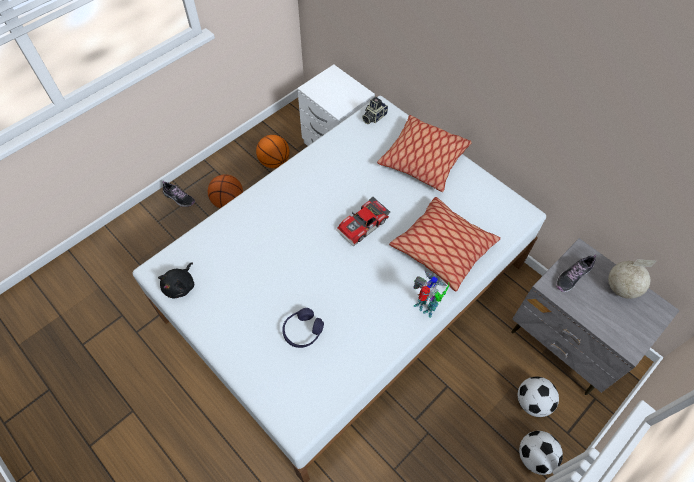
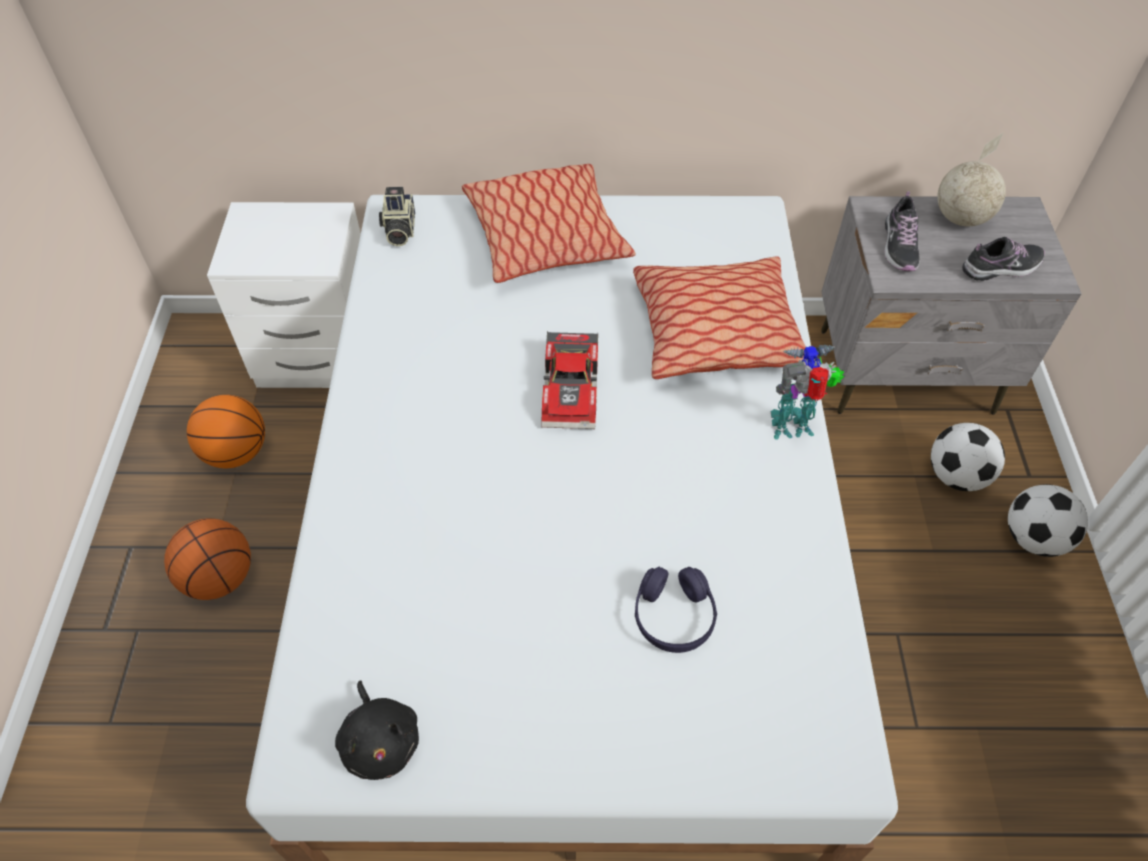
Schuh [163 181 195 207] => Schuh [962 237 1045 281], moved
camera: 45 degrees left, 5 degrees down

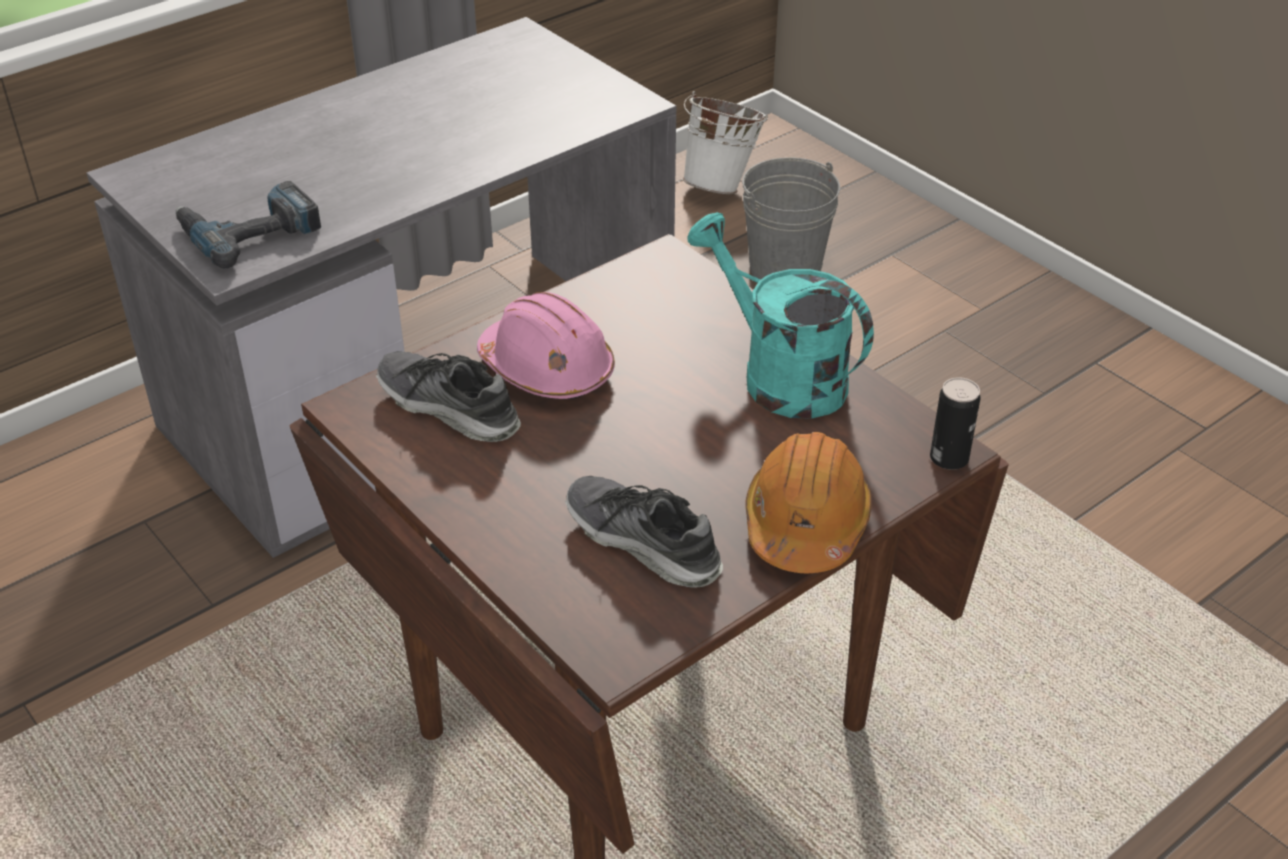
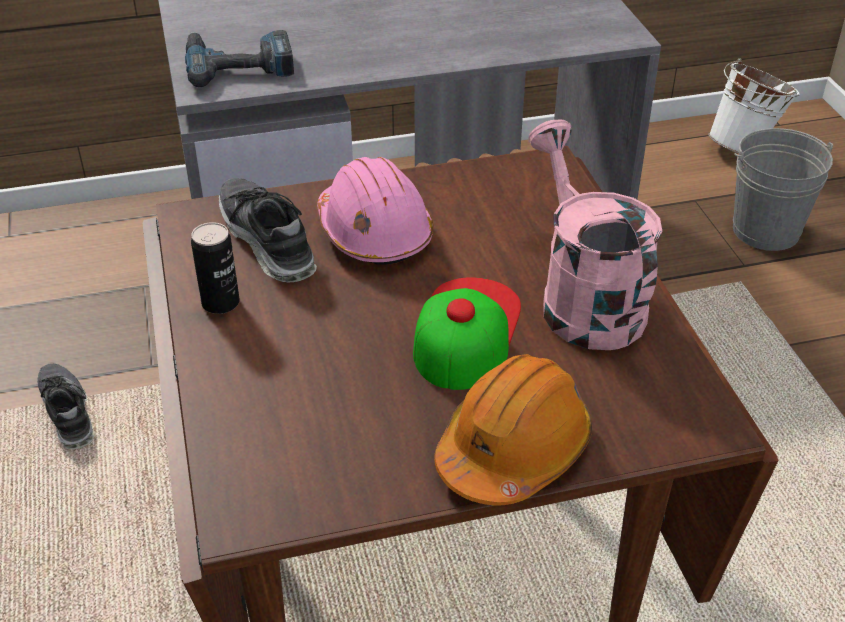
Gießkanne/türkis [687 212 874 419] => Gießkanne/rosa [528 119 663 350]
Dose [930 377 980 470] => Dose [191 222 240 314], moved
Schuh [565 476 723 588] => Schuh [37 363 94 449], moved
nothing => Kappe [413 277 521 390]
camera: 25 degrees right, 0 degrees up

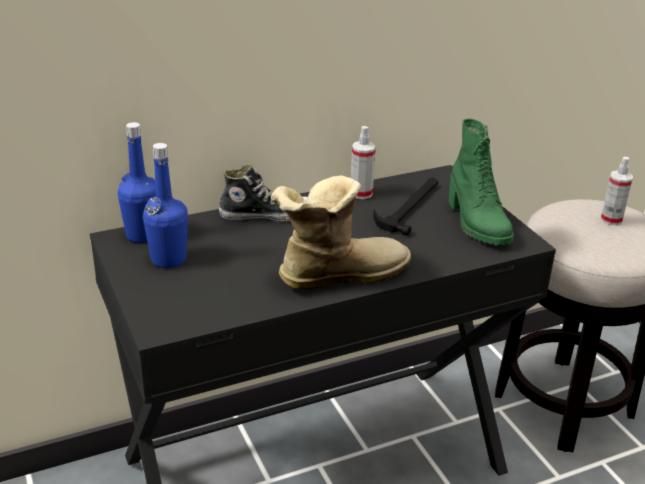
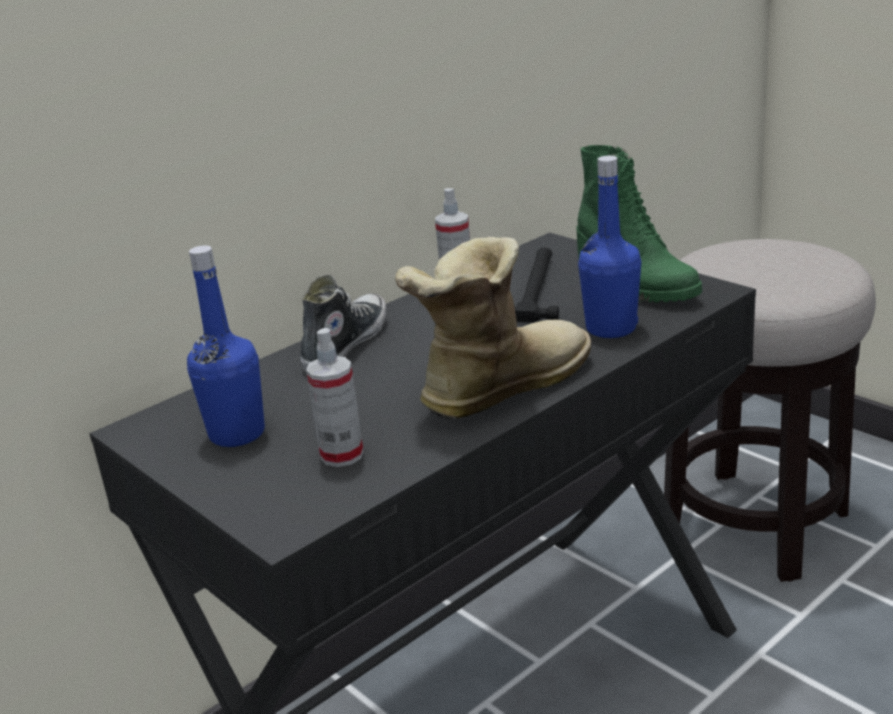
Flasche/blau [118 122 156 243] => Flasche/blau [578 156 641 338], moved
Sprühflasche [601 157 633 226] => Sprühflasche [306 328 364 467], moved
Schuh [219 164 308 222] => Schuh [300 275 386 371], 45 degrees counterclockwise
camera: 15 degrees left, 5 degrees down

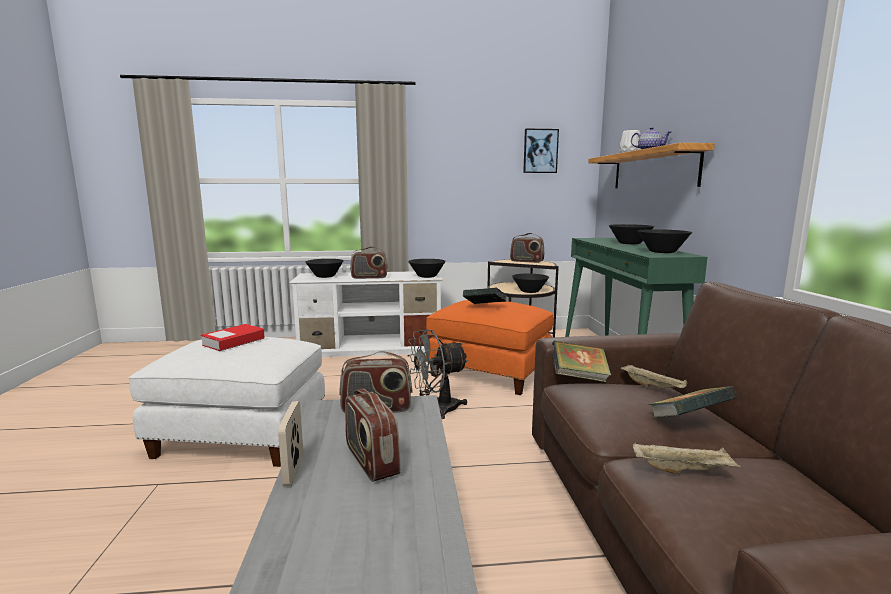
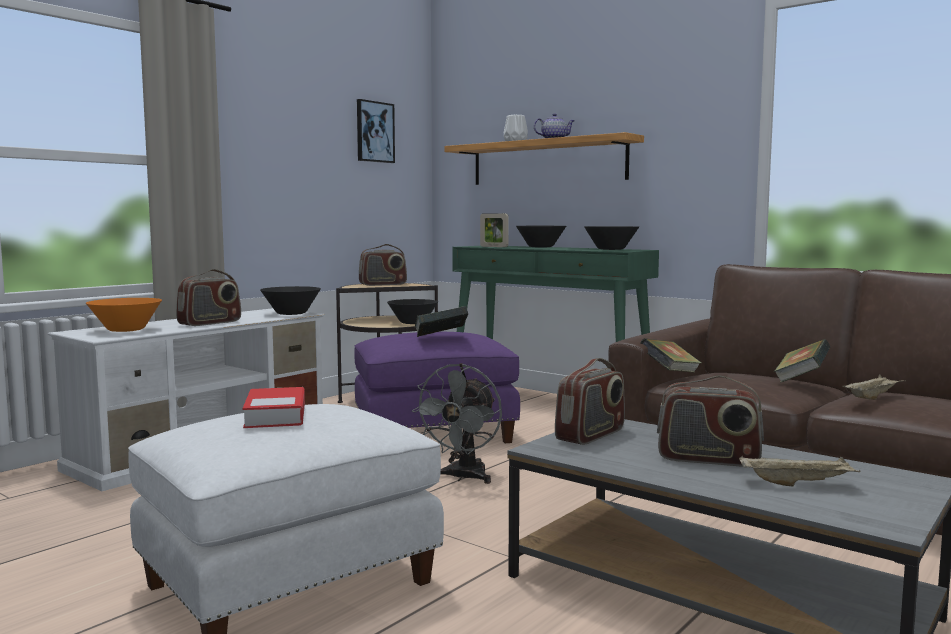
Schüssel/schwarz [305 259 344 278] => Schüssel/orange [86 298 162 332]
Polsterhocker/orange [425 300 553 395] => Polsterhocker/lila [354 332 520 443]
Tablett/beige [621 365 687 388] => Tablett/beige [739 456 860 486], moved
Bilderrahmen [278 401 303 486] => Bilderrahmen [480 213 509 247], moved
camera: 45 degrees left, 5 degrees down

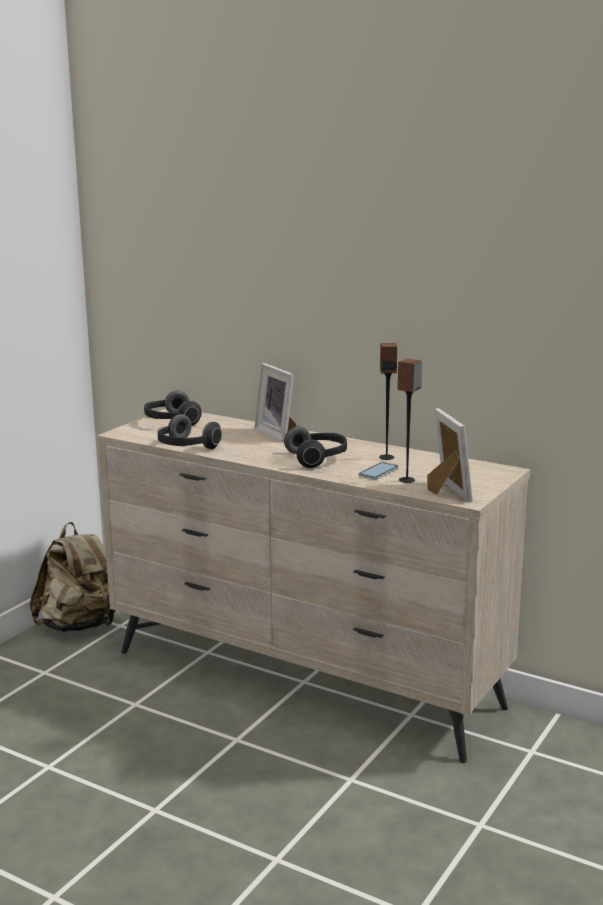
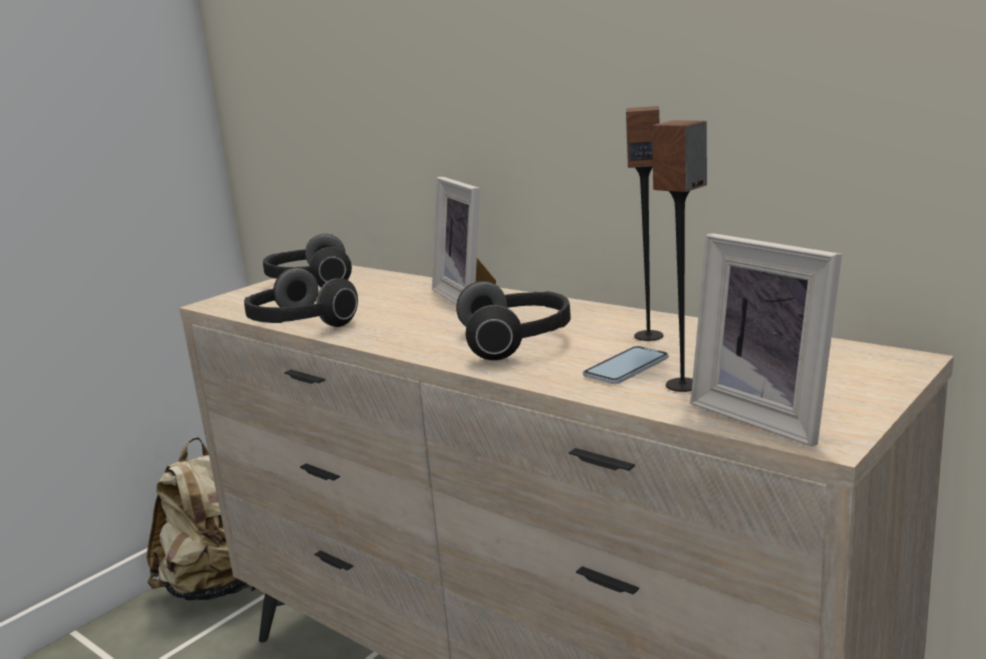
Bilderrahmen [427 408 473 502] => Bilderrahmen [690 233 842 446], 150 degrees clockwise
camera: 10 degrees right, 0 degrees up

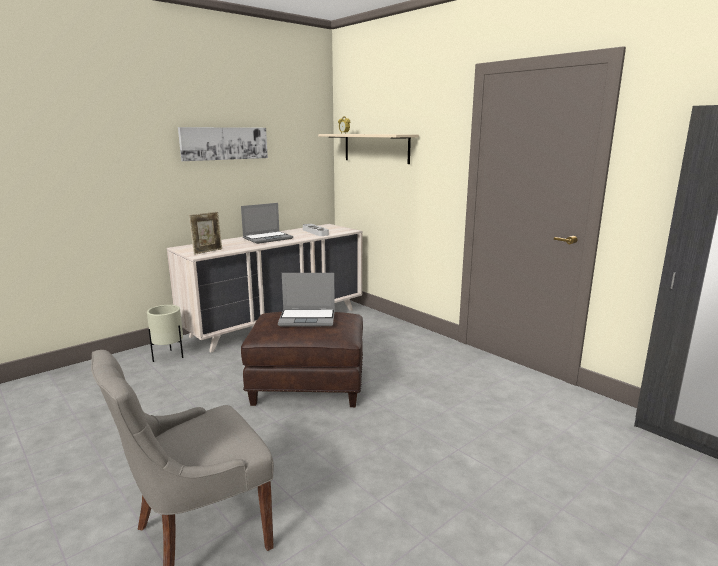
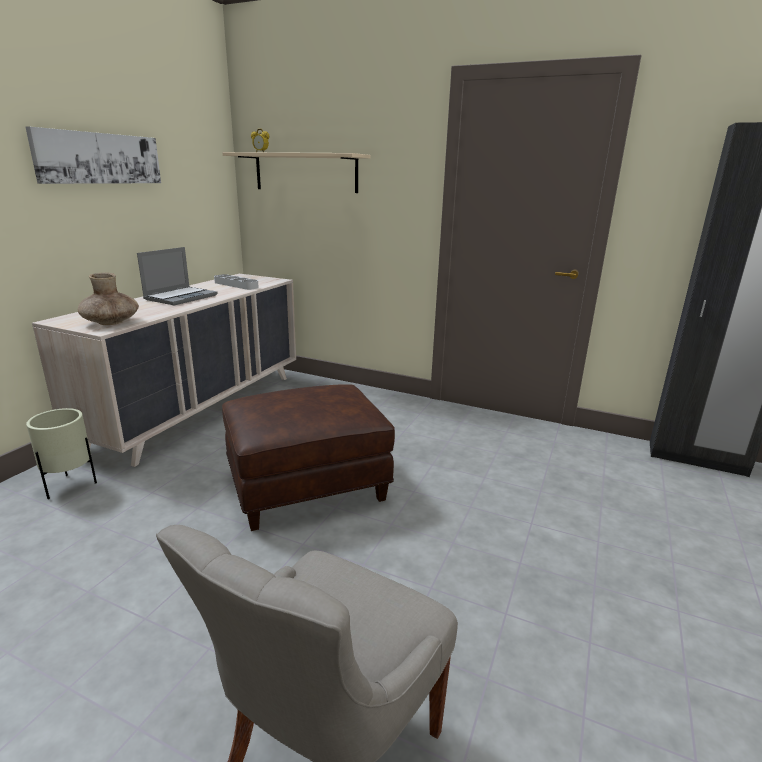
Bilderrahmen [189 212 222 255] => Vase/braun [78 273 139 325]
Laptop [278 273 335 326] => nothing
camera: 25 degrees left, 5 degrees up

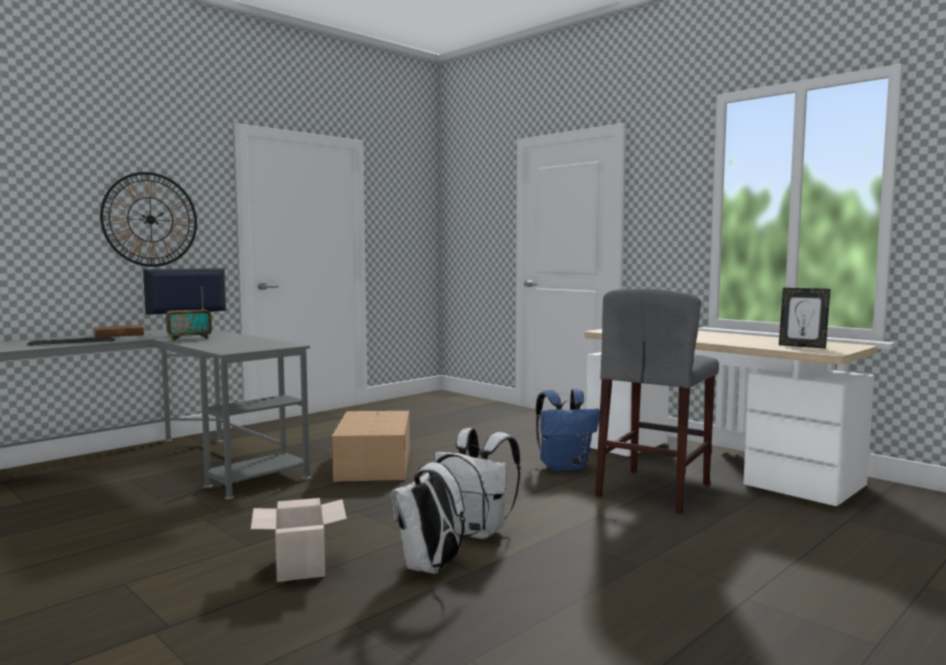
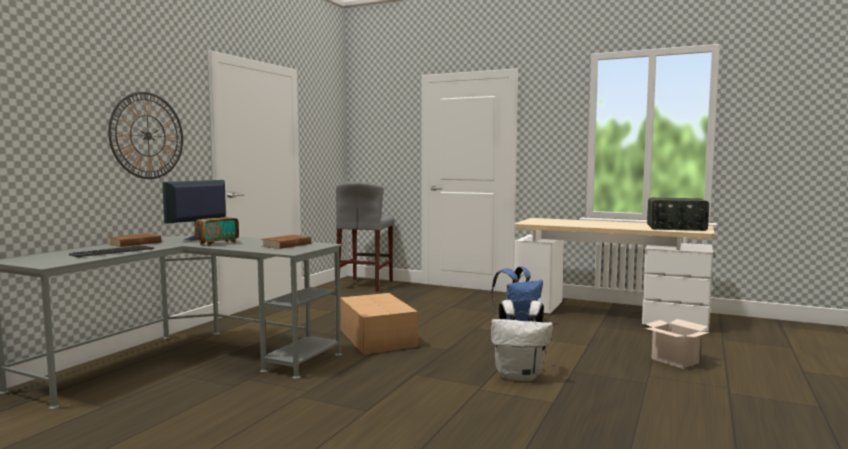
Bilderrahmen [779 288 830 349] => Radio [647 198 709 231]
Hocker/grau [595 289 719 514] => Hocker/grau [336 182 395 292], moved
Rucksack/weiß [391 453 489 574] => nothing
Karton [251 498 347 582] => Karton [645 319 710 369], moved
nothing => Buch/braun [262 235 312 249]
camera: 20 degrees left, 0 degrees up

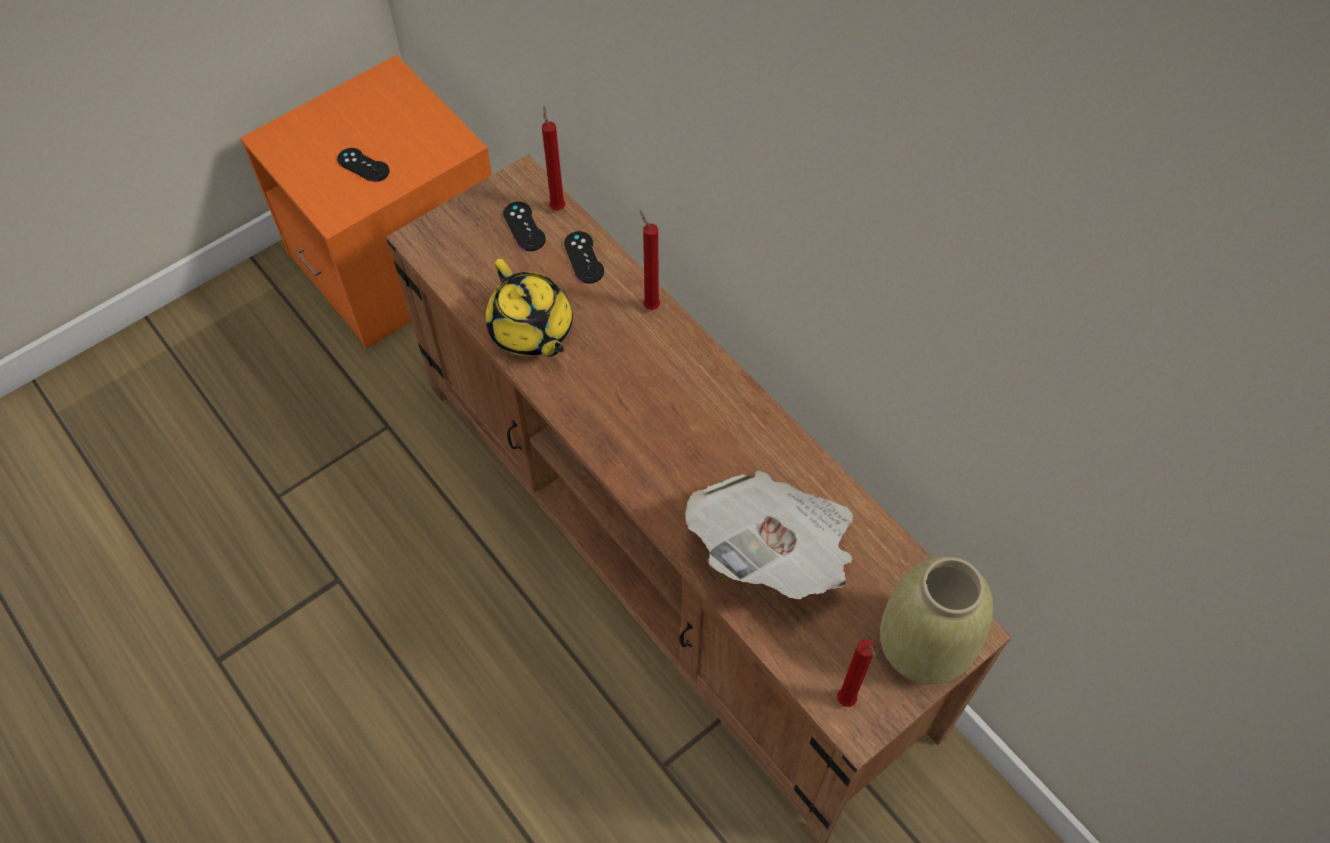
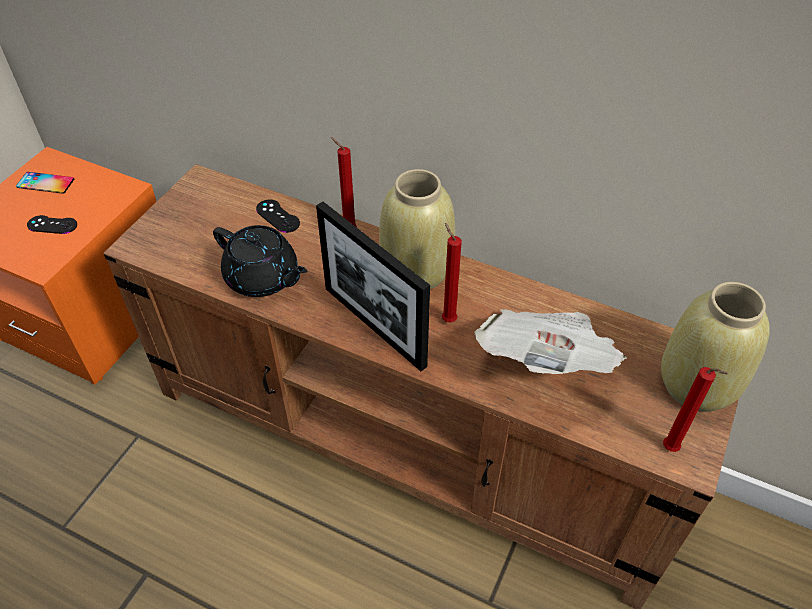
Kerze/rot [542 106 565 210] => Kerze/rot [442 223 462 322], moved
Gamepad/schwarz [503 202 546 251] => nothing
Teekanne/gelb [485 259 573 356] => Teekanne/schwarz [213 225 308 297]
nothing => Vase/beige [379 169 455 289]
nothing => Handy [16 172 74 194]
nothing => Bilderrahmen [316 202 430 371]
camera: 25 degrees left, 10 degrees down

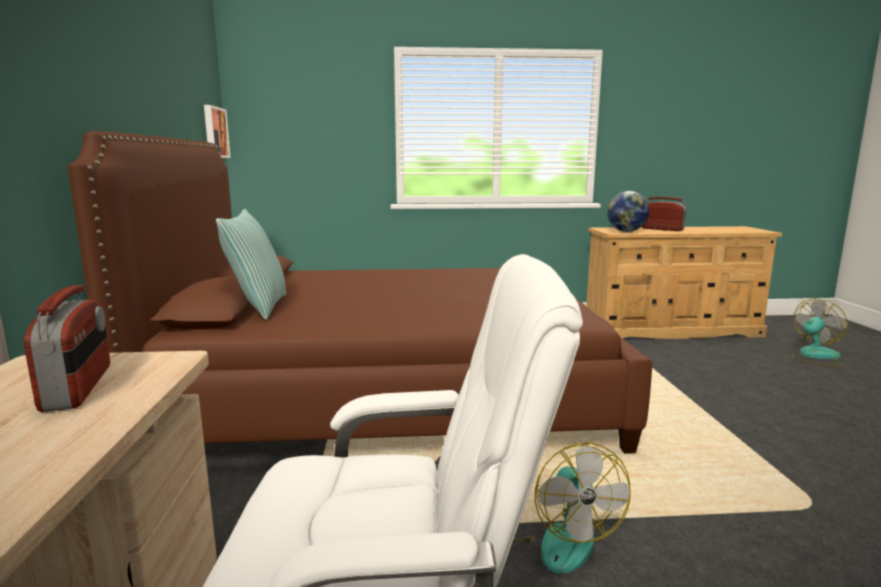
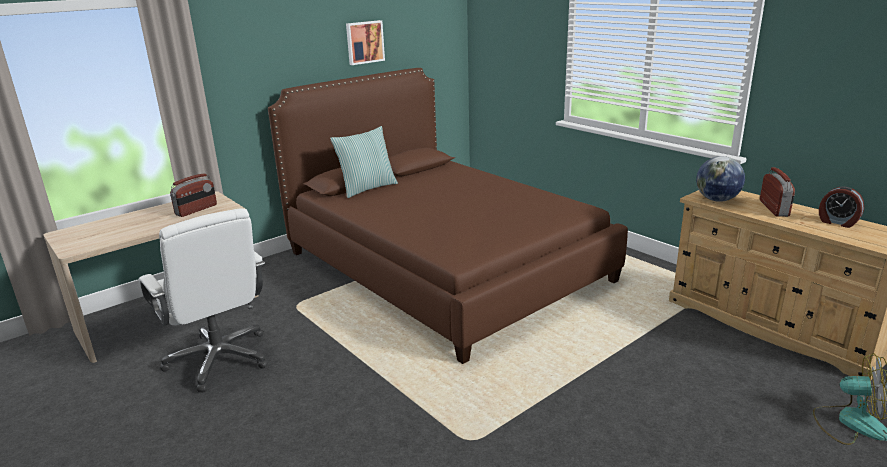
Bild [204 105 231 158] => Bild [346 20 385 65], moved
Ventilator [514 443 631 573] => nothing
nothing => Wecker [819 186 864 228]
camera: 55 degrees right, 10 degrees up

